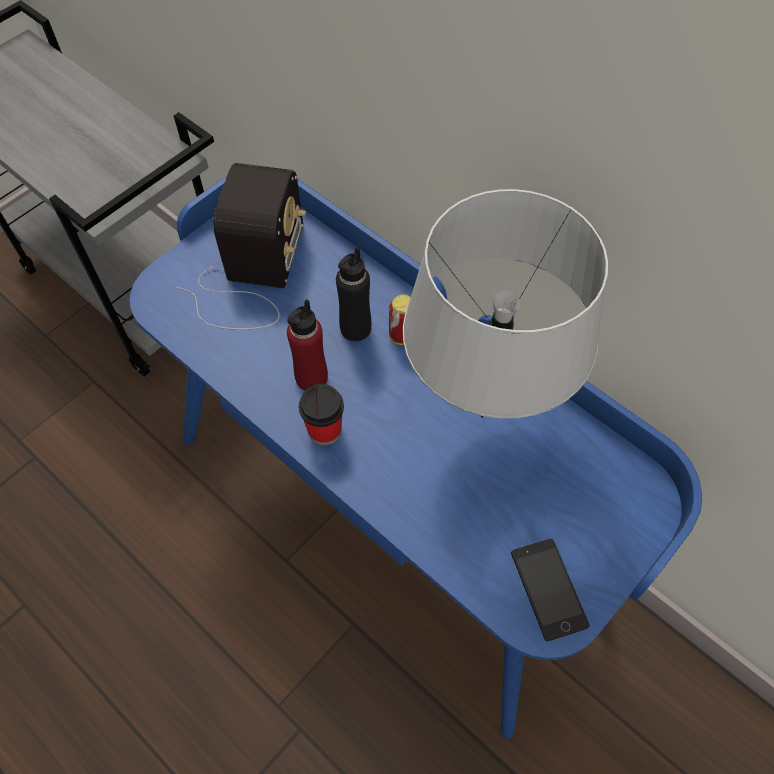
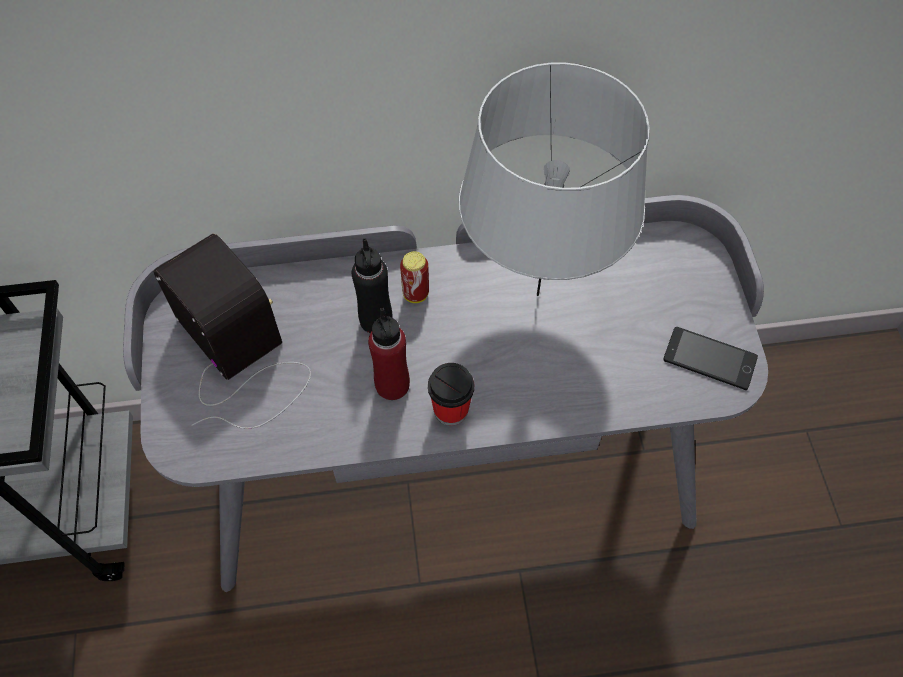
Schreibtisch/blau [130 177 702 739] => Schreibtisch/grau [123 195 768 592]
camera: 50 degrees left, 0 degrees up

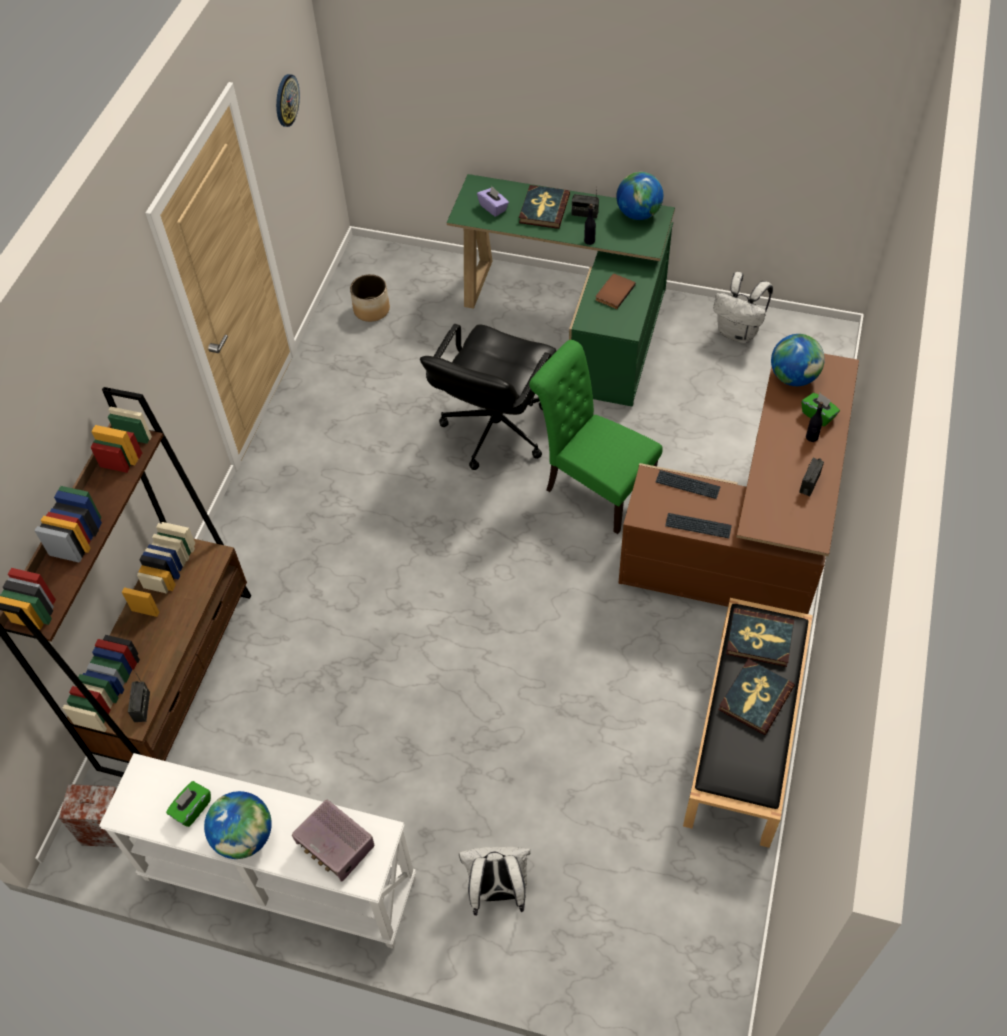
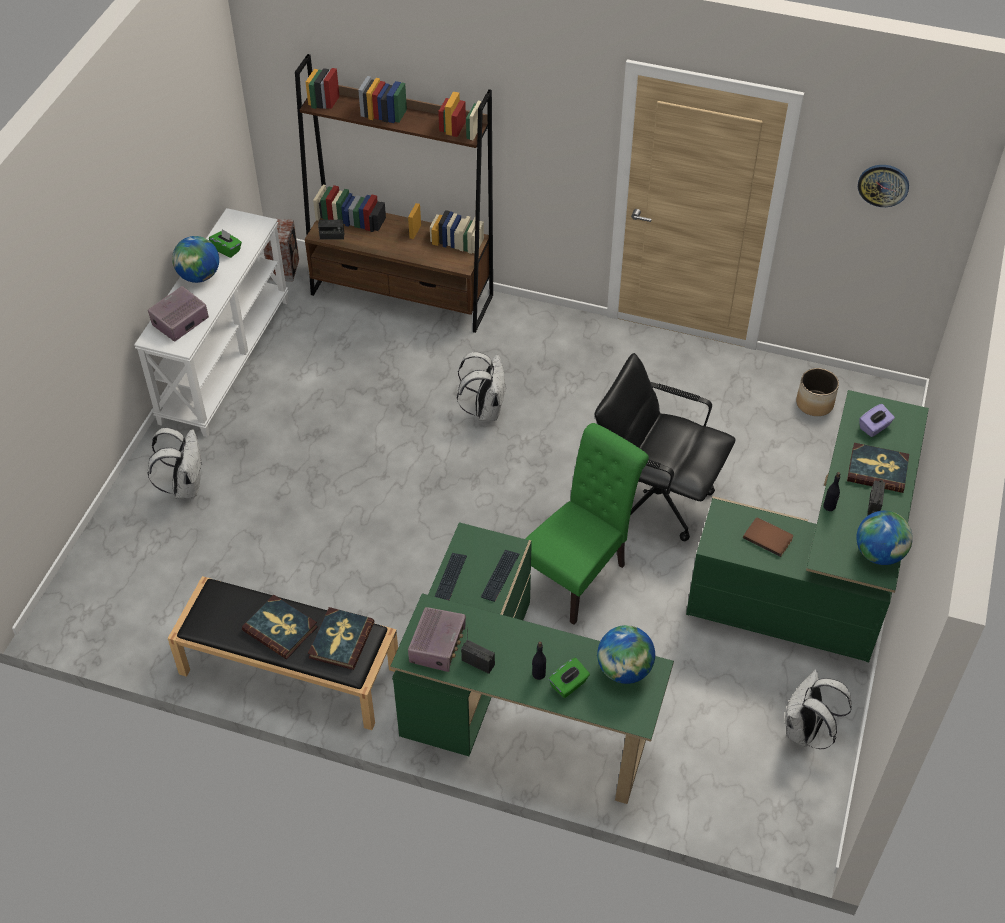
Schreibtisch/braun [618 354 859 614] => Schreibtisch/grün [390 522 674 804]
nothing => Rucksack/weiß [457 352 506 421]
nothing => Radio [408 607 466 672]
camera: 90 degrees right, 5 degrees down

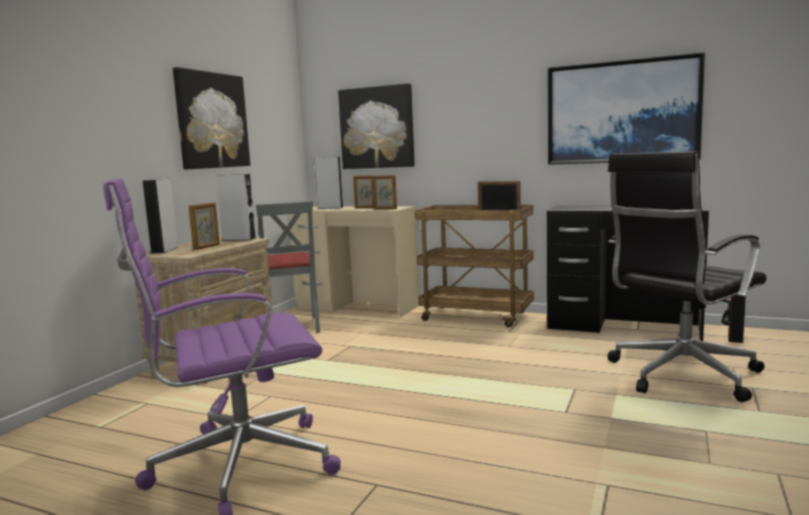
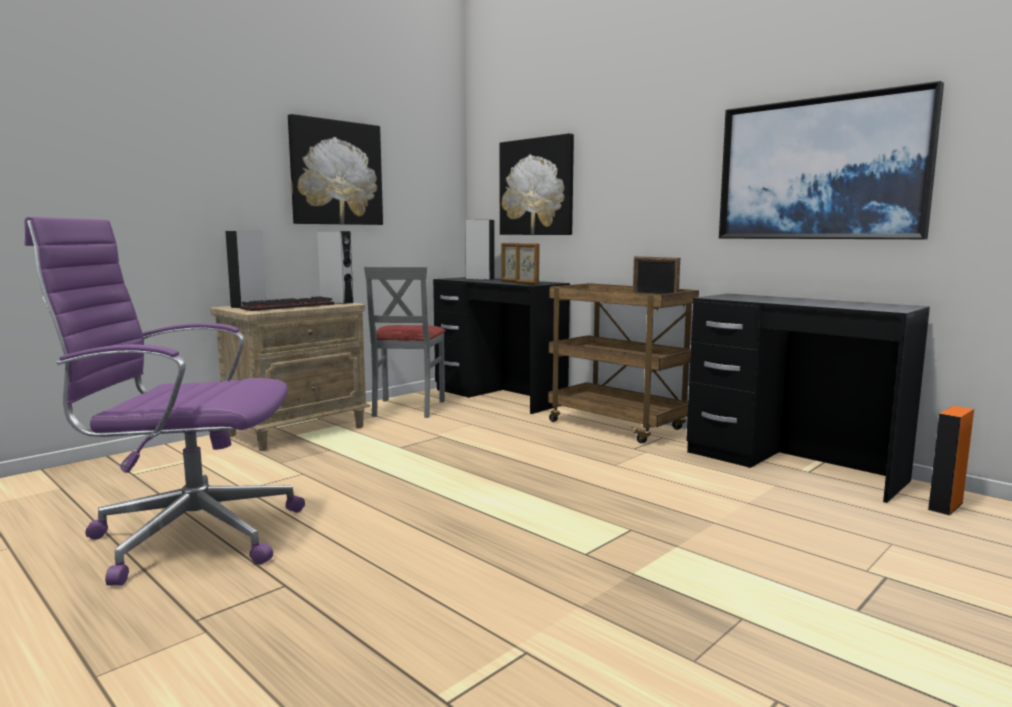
Bürostuhl/schwarz [608 151 767 402] => nothing
Bilderrahmen [189 203 220 250] => Tastatur [240 296 334 311]
Schreibtisch/beige [289 206 419 317] => Schreibtisch/schwarz [433 277 570 414]
camera: 20 degrees right, 0 degrees up

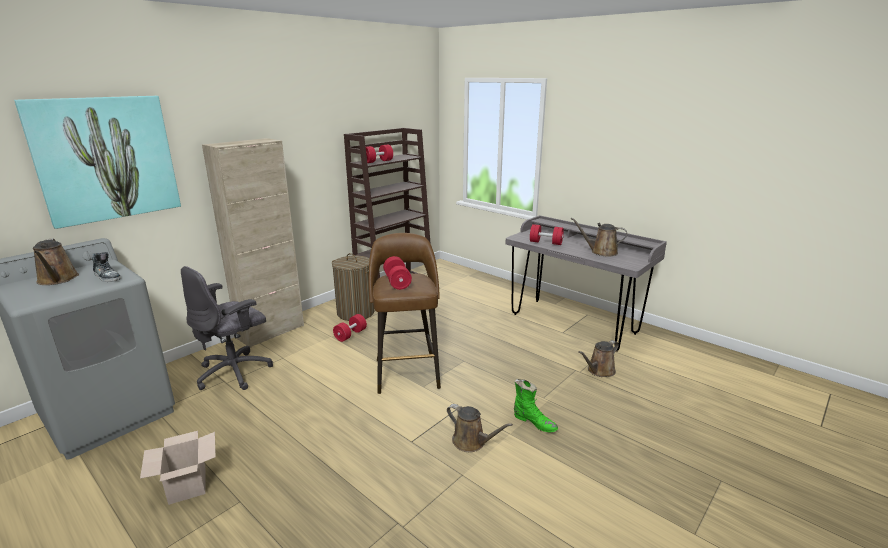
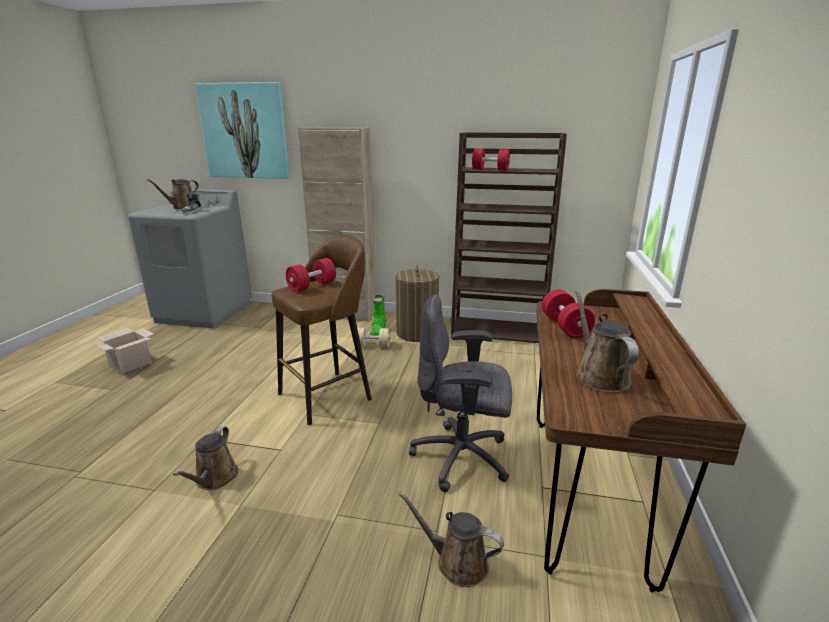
Schreibtisch/grau [505 215 667 352] => Schreibtisch/braun [536 289 746 592]
Bürostuhl/grau [181 266 273 390] => Bürostuhl/grau [409 295 512 492], moved
Hantel/rot [333 314 367 342] => Hantel/beige [357 328 390 347]
Stiefel/grün [514 379 558 432] => Stiefel/grün [370 294 386 336], moved
camera: 60 degrees right, 0 degrees up

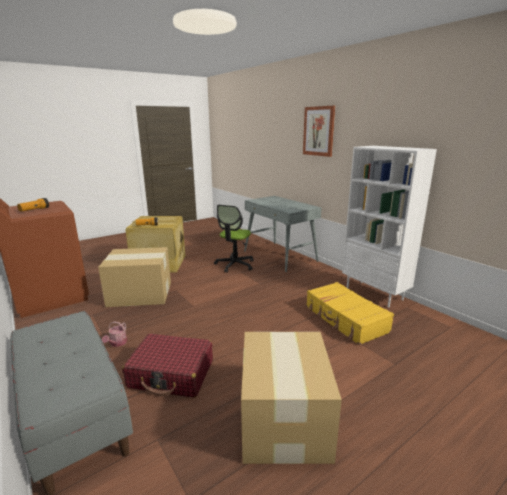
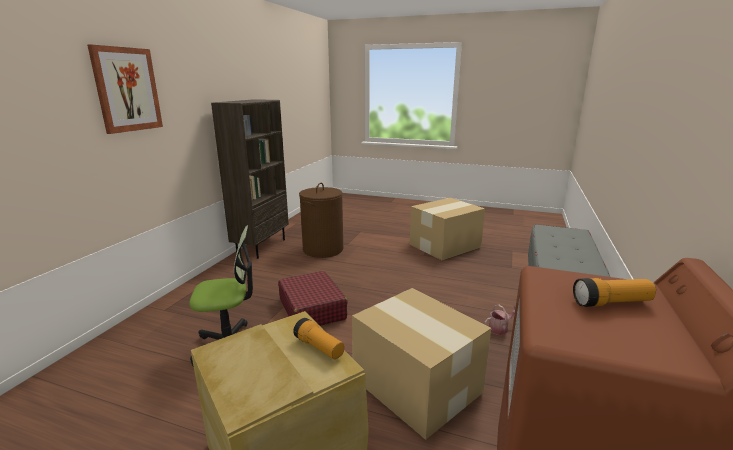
Bücherregal/weiß [342 146 437 307] => Bücherregal/braun [211 99 289 259]
Schreibtisch/grau [244 196 322 272] => nothing
Koffer/gelb [306 282 394 345] => Wäschekorb/braun [299 183 343 258]
Koffer/rot [122 334 213 398] => Koffer/rot [278 271 348 326], moved
camera: 125 degrees left, 0 degrees up

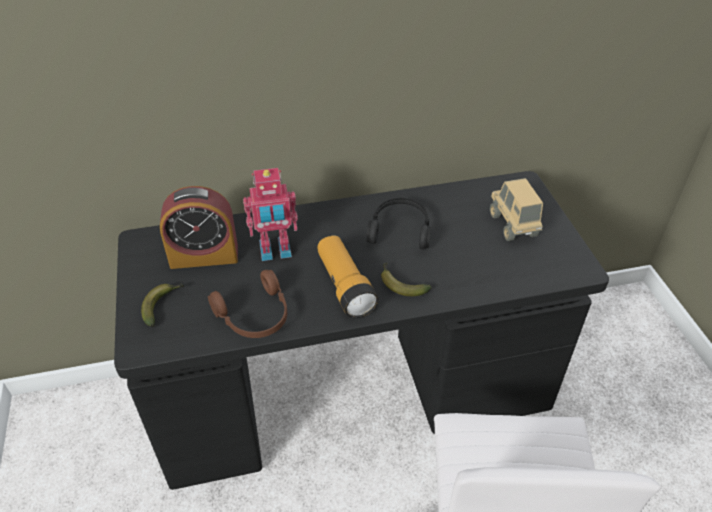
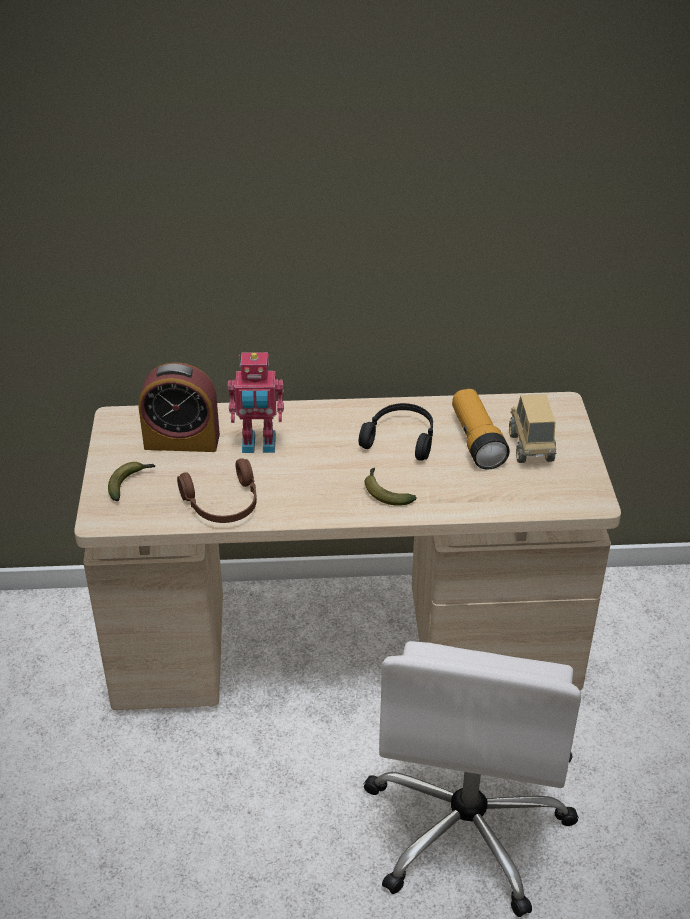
Schreibtisch/schwarz [114 171 609 490] => Schreibtisch/beige [74 392 621 710]
Taschenlampe [318 235 379 318] => Taschenlampe [452 389 510 470], moved
camera: 10 degrees right, 5 degrees down

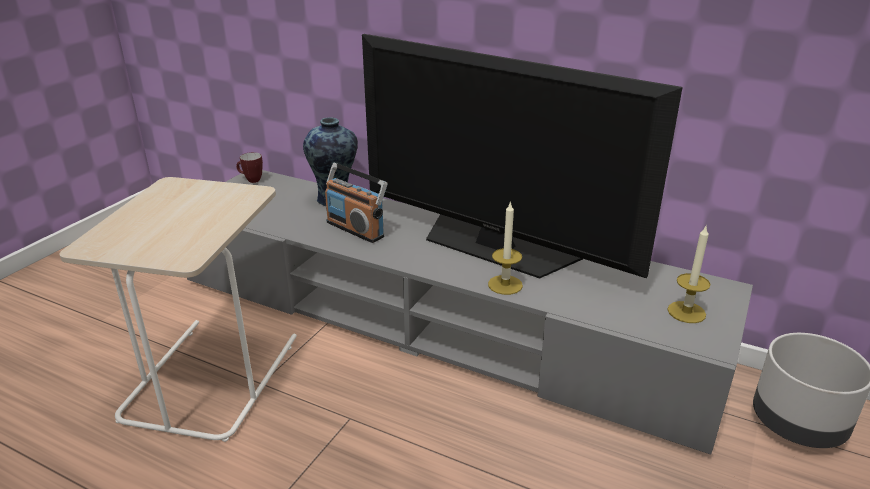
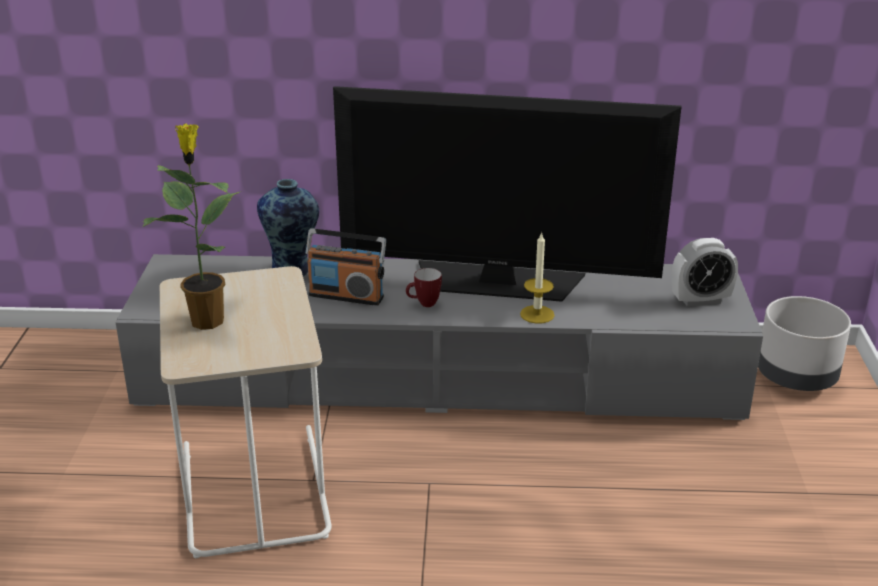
Henkelbecher [236 152 263 183] => Henkelbecher [406 268 442 307], moved
Kerze [667 226 711 323] => Wecker [672 238 738 307]
nothing => Topfpflanze [142 123 241 330]
camera: 25 degrees left, 0 degrees up

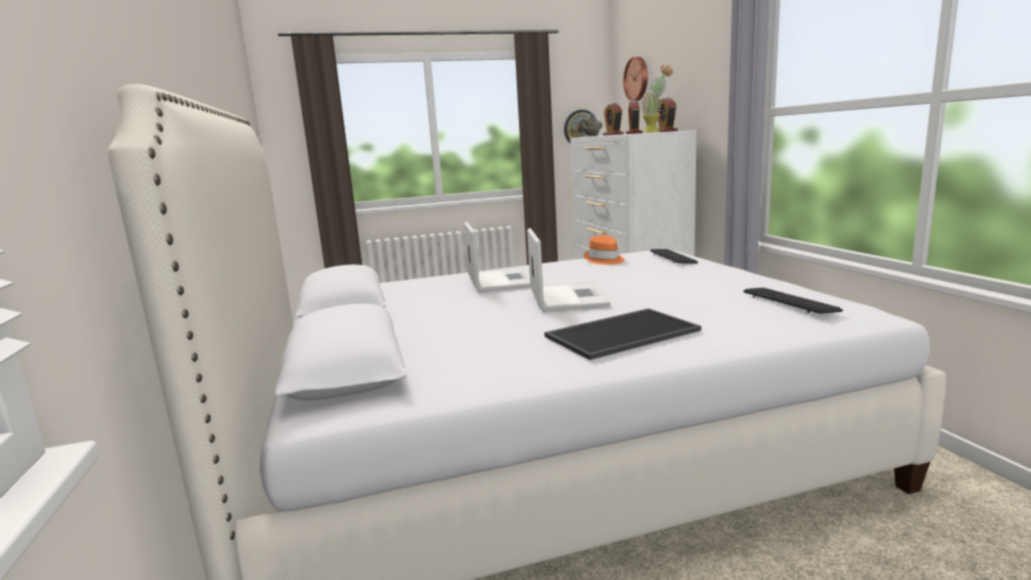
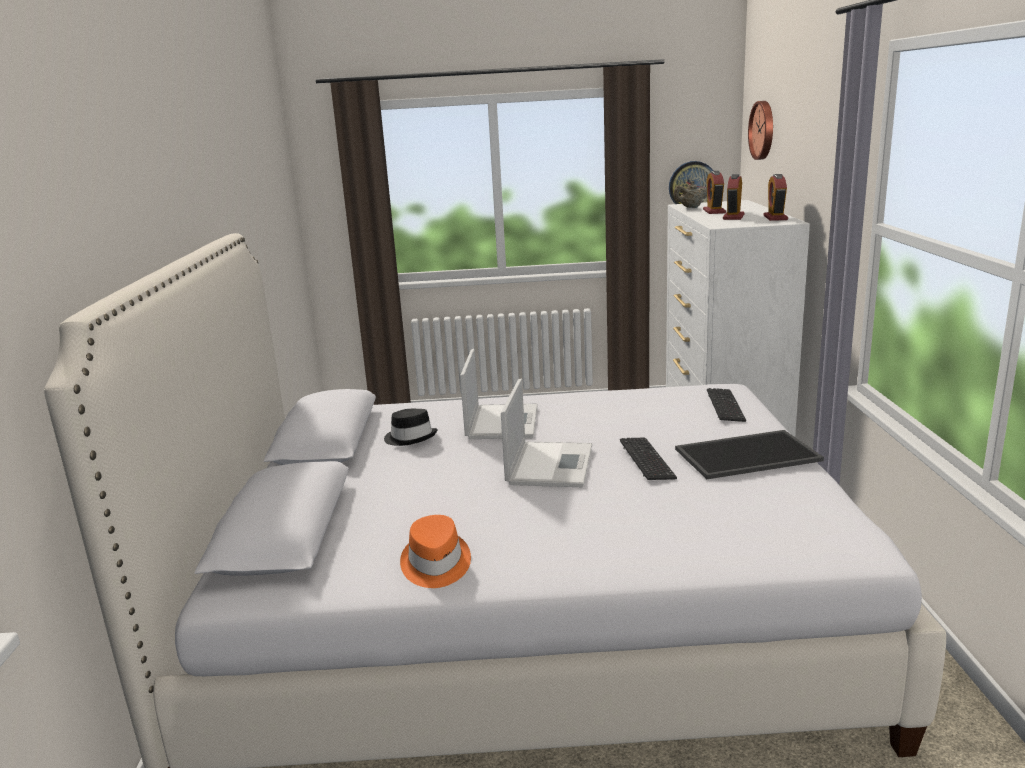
Topfpflanze [641 65 673 133] => nothing
Hut/orange [584 235 625 265] => Hut/orange [400 515 471 588], moved
Tastatur [743 288 843 314] => Tastatur [620 438 677 480], moved
Tablett [544 308 701 360] => Tablett [675 430 824 479], moved
nothing => Hut/schwarz [384 409 438 446]
camera: 15 degrees right, 5 degrees up

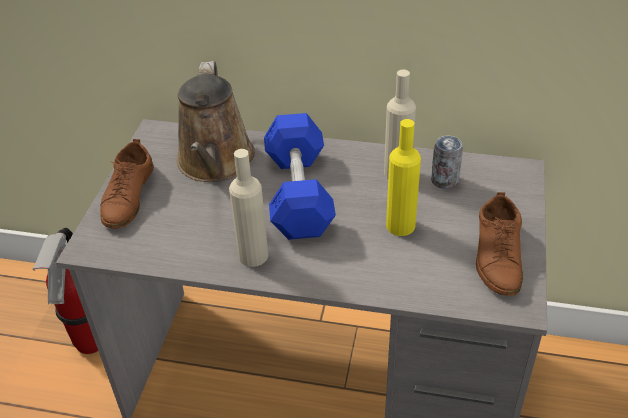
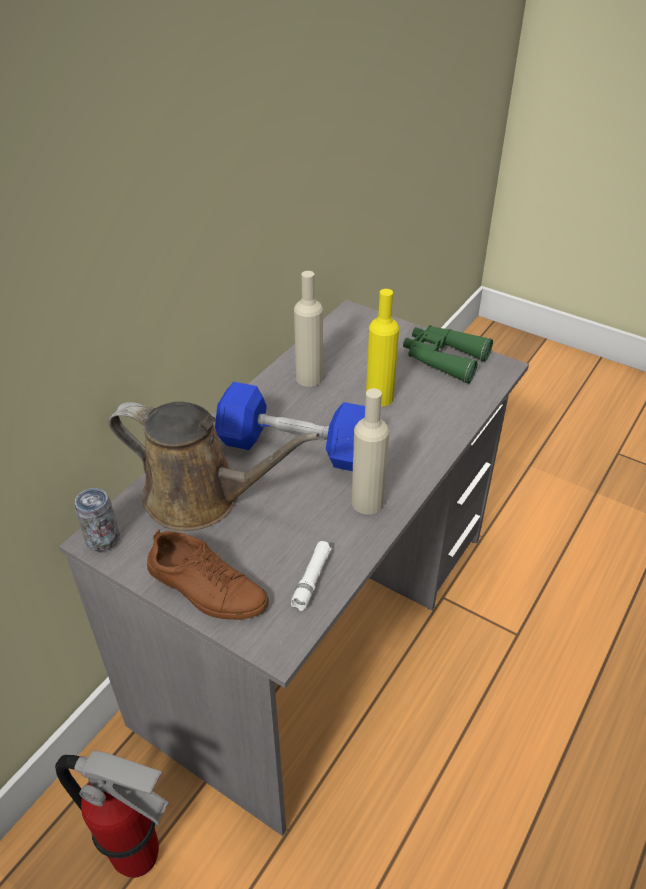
Dose [431 136 463 189] => Dose [74 488 120 552], moved
Schuh/braun [476 192 523 296] => Fernglas/grün [403 325 493 383]
nothing => Taschenlampe/weiß [291 541 332 611]
camera: 70 degrees left, 0 degrees up

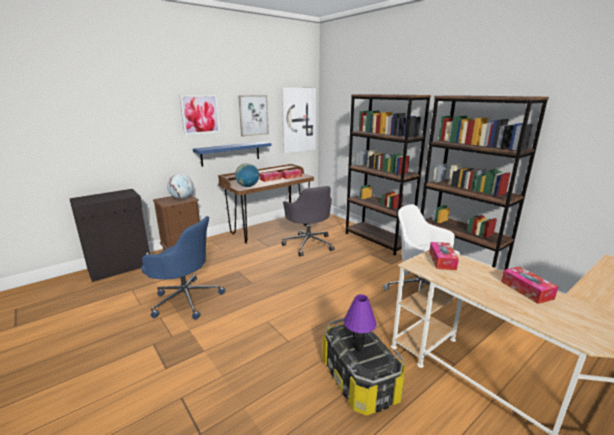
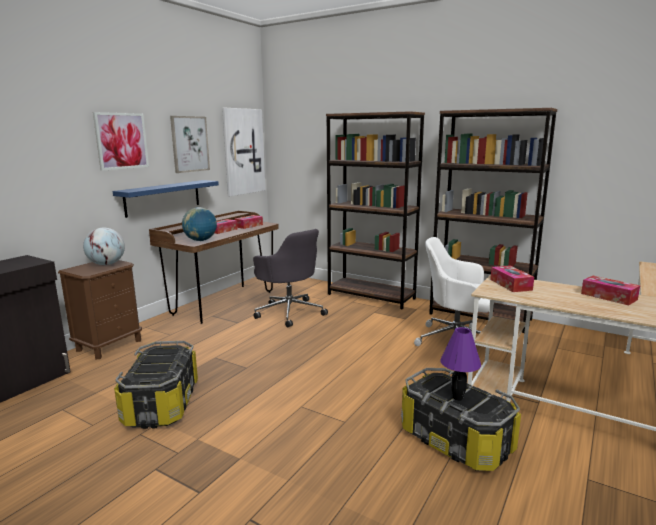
Bürostuhl/blau [141 216 226 320] => Aufbewahrungsbox [114 341 198 429]
camera: 20 degrees left, 5 degrees down

